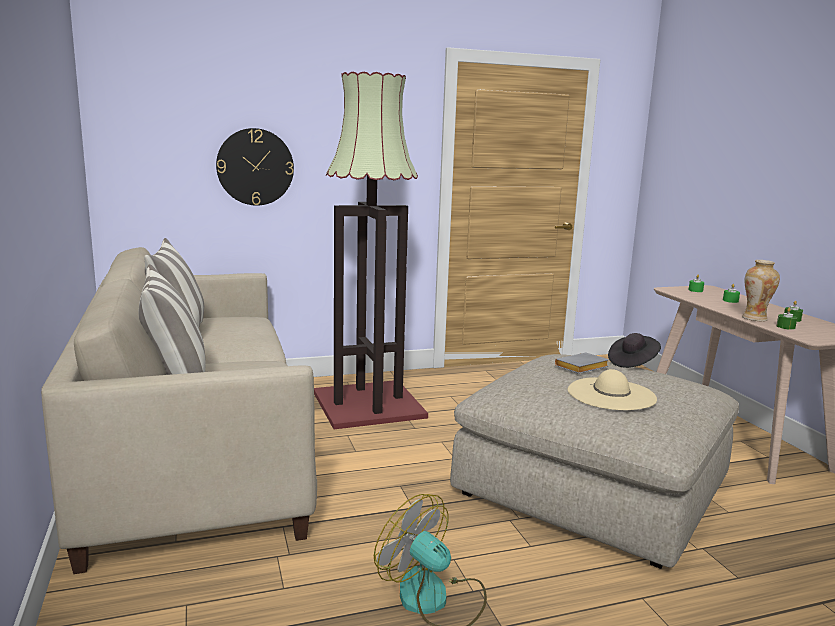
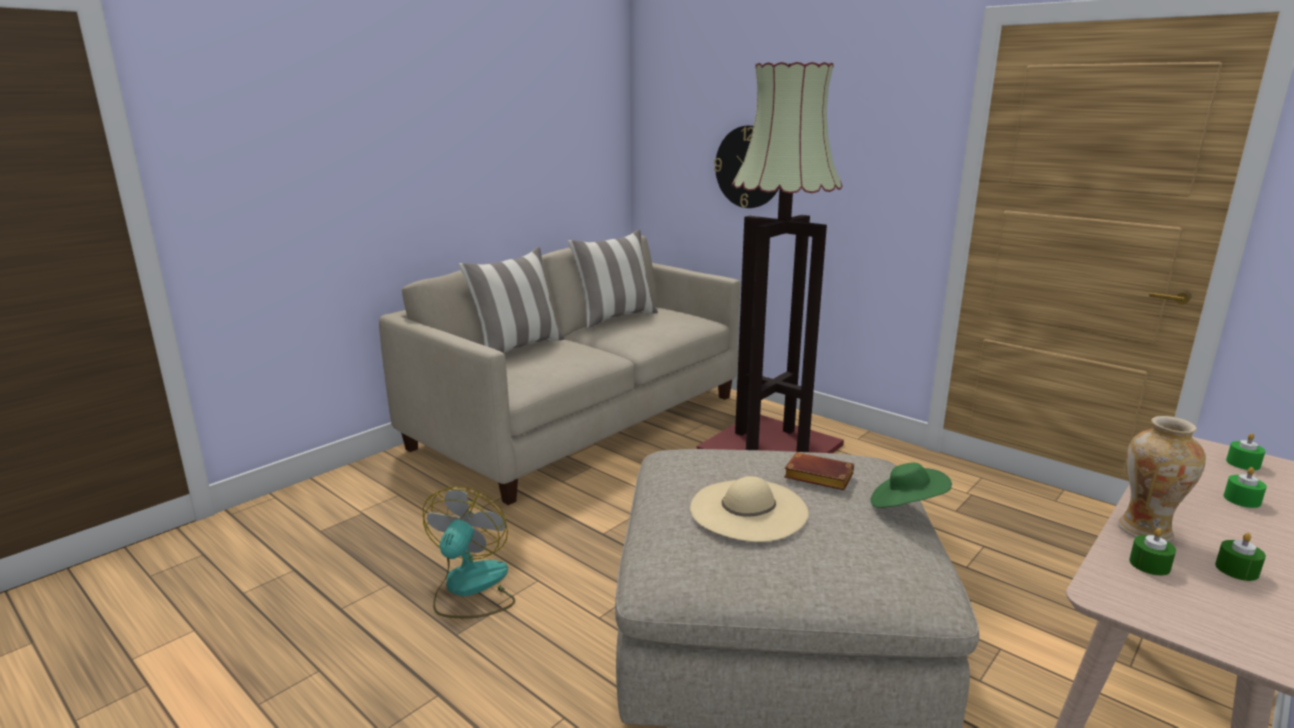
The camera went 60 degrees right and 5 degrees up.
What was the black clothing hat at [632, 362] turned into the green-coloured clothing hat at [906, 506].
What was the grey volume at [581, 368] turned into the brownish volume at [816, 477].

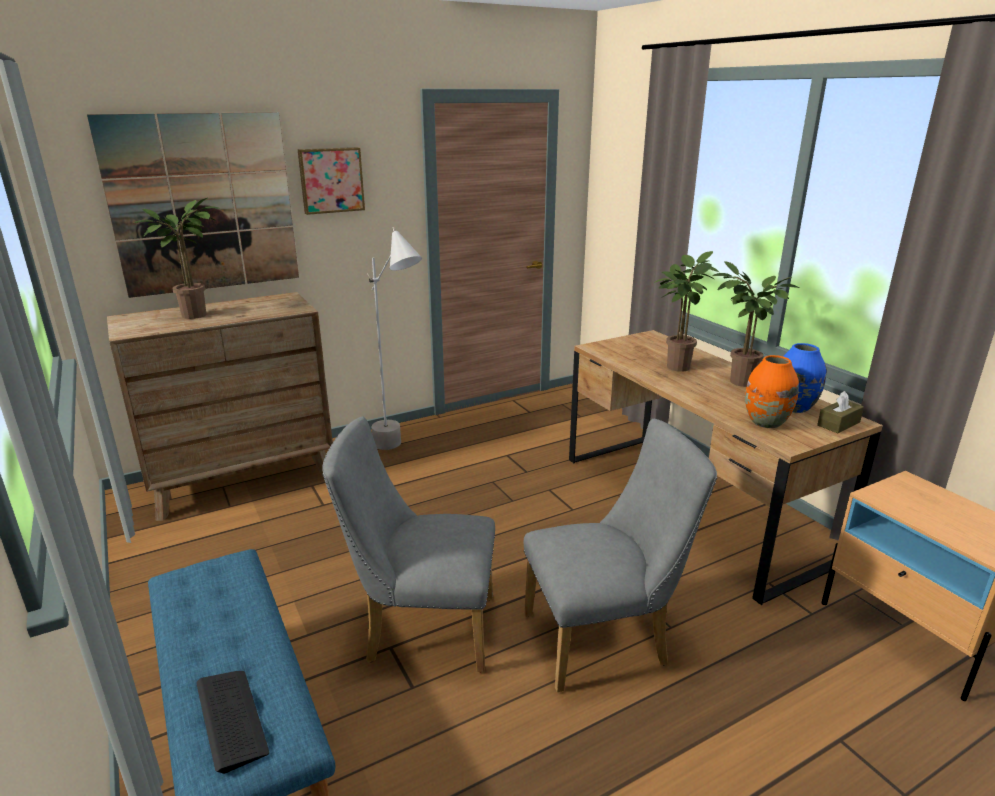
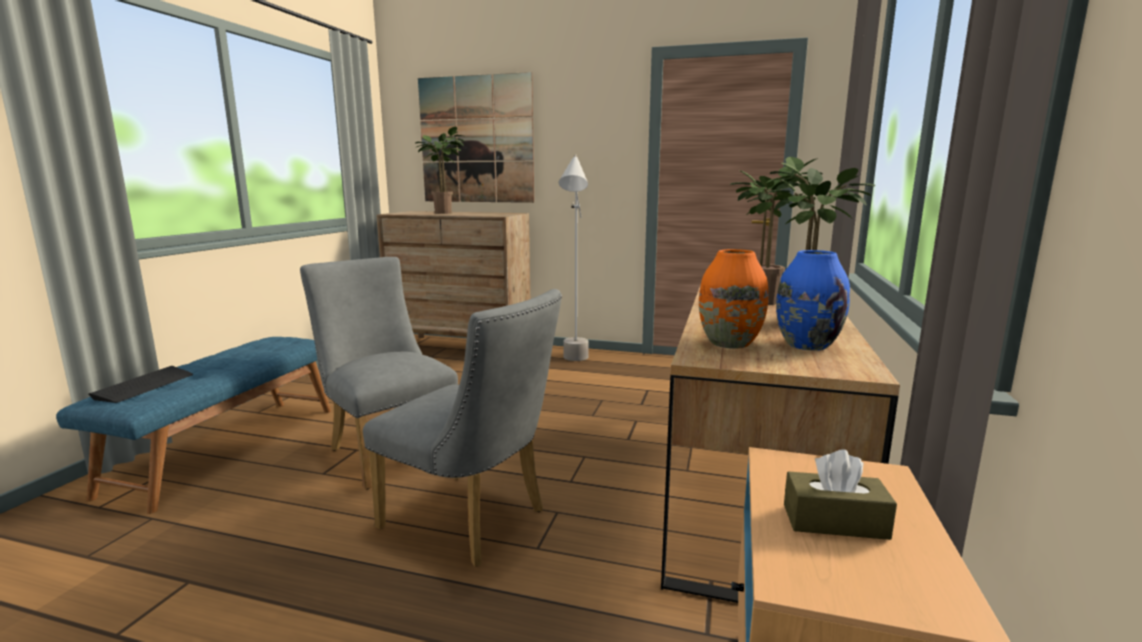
The camera went 45 degrees right and 10 degrees down.
The second view lost the picture at [331, 180].
The brownish tissue box ended up elsewhere, having gone from [838, 424] to [834, 521].

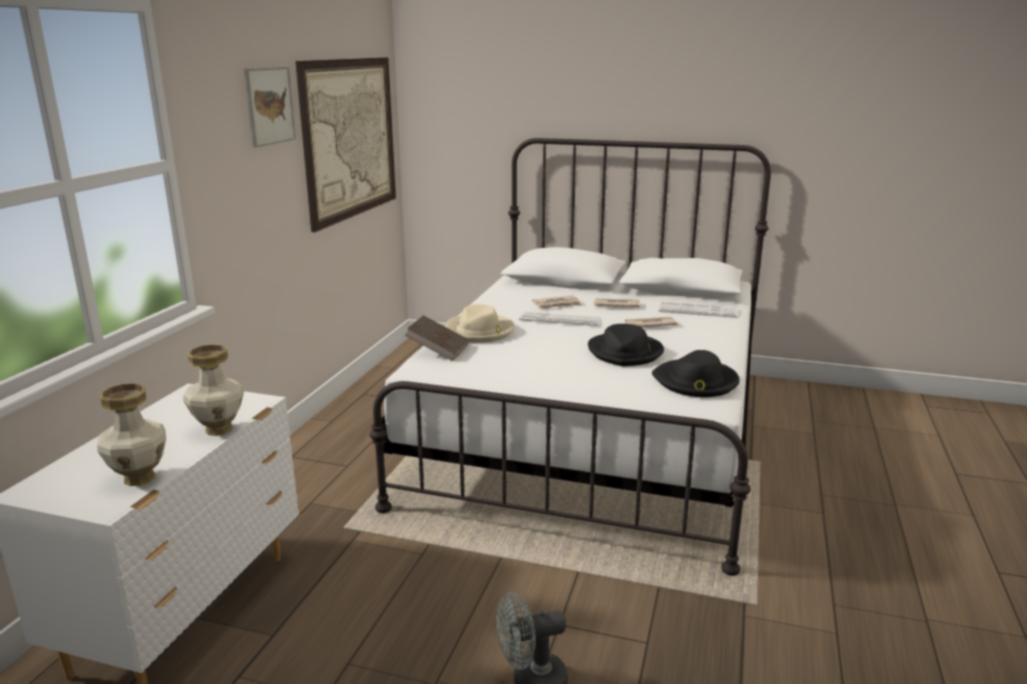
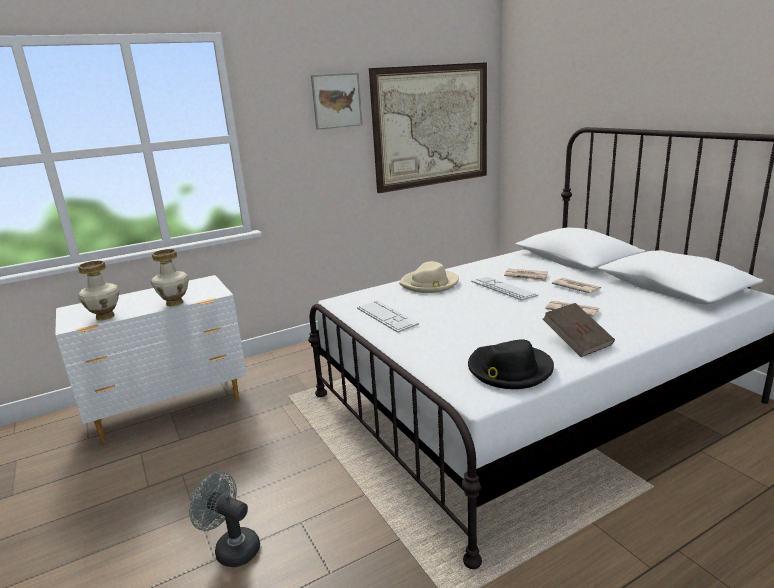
The camera went 45 degrees right and 0 degrees up.
The computer keyboard ended up elsewhere, having gone from [697, 311] to [386, 316].
The brownish volume ended up elsewhere, having gone from [438, 351] to [577, 342].
The second view lost the black clothing hat at [625, 352].

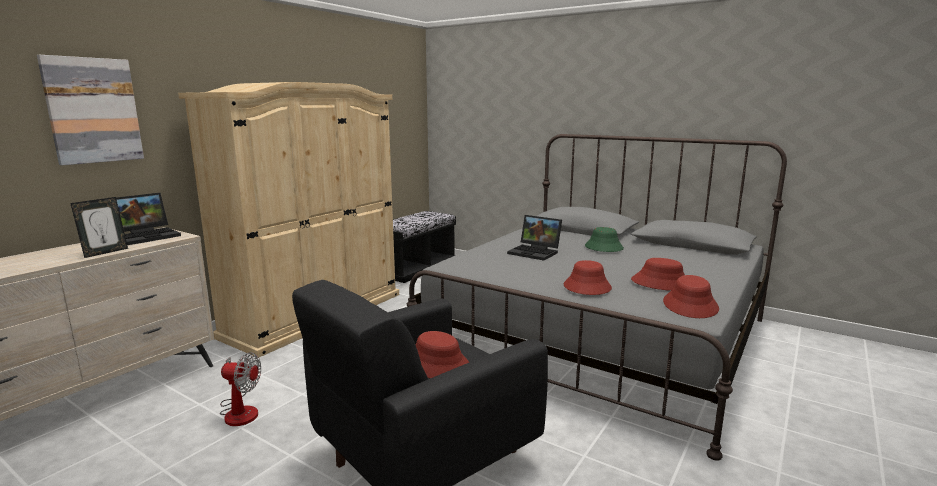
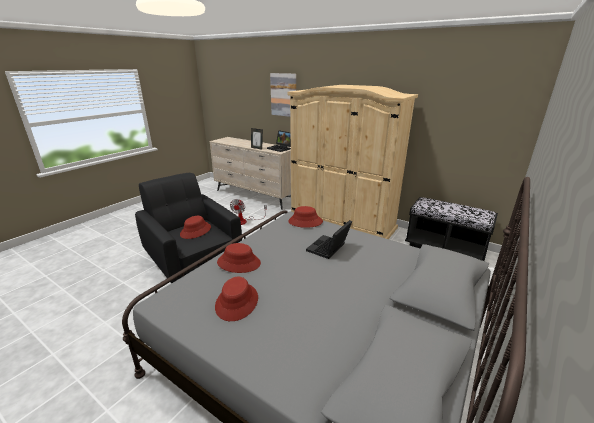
The camera went 90 degrees right and 10 degrees up.
The second view lost the green-coloured clothing hat at [603, 247].
The red-coloured clothing hat ended up elsewhere, having gone from [690, 305] to [305, 222].

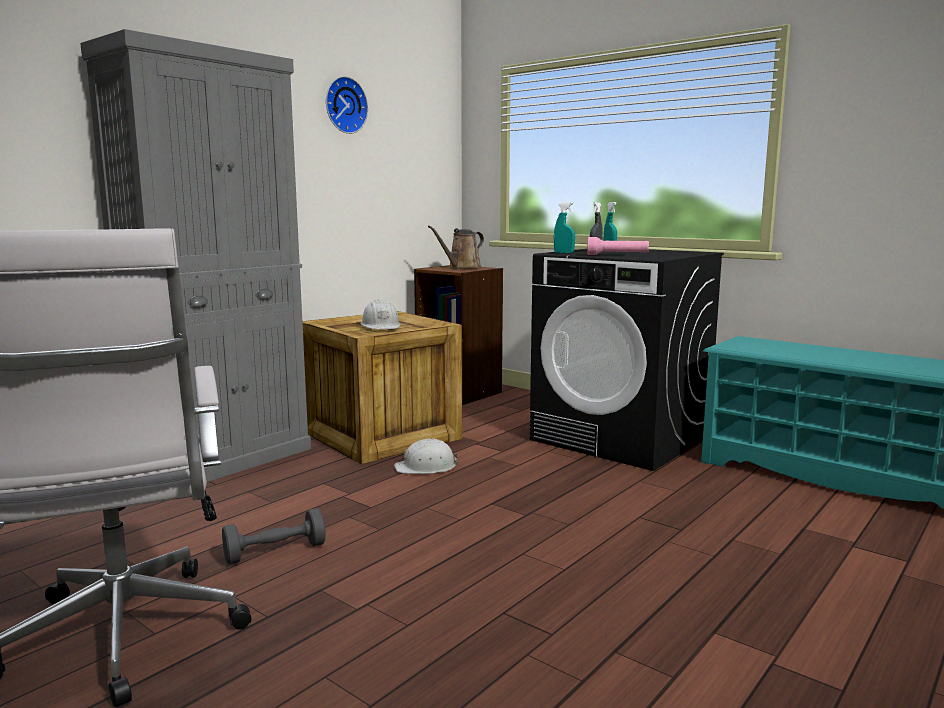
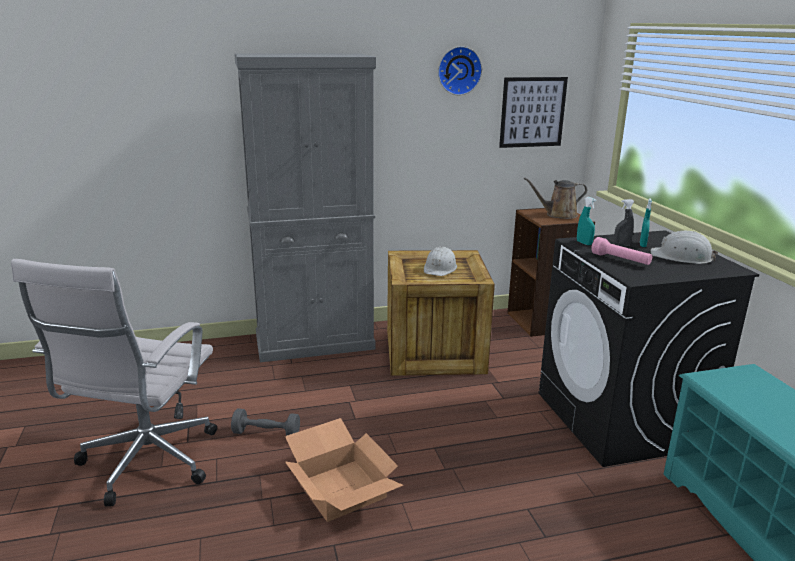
The camera went 35 degrees right and 10 degrees up.
The whitish hard hat ended up elsewhere, having gone from [426, 467] to [681, 257].
The second view gained the picture at [532, 112].
The second view gained the cardboard box at [340, 489].

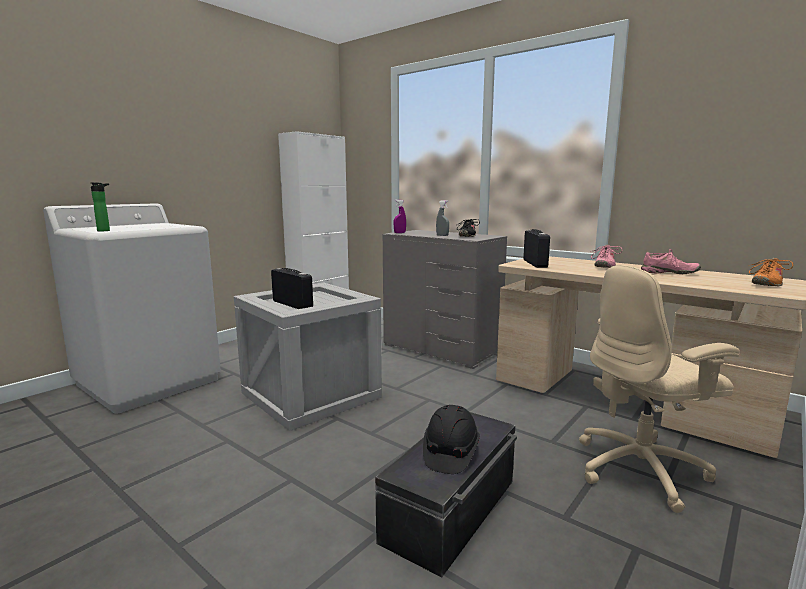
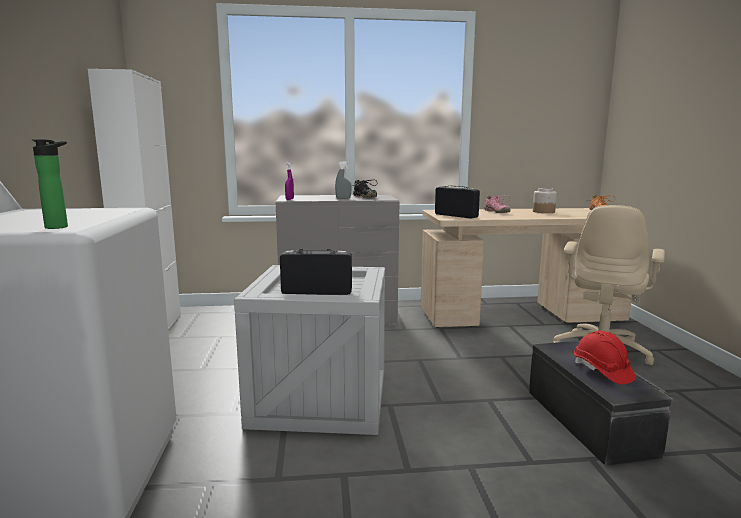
The camera went 45 degrees left and 0 degrees up.
Where the pink-coloured shoe stood at [669, 273], the storage jar came to stand at [543, 212].
What was the black hard hat at [450, 453] turned into the red-coloured hard hat at [602, 371].

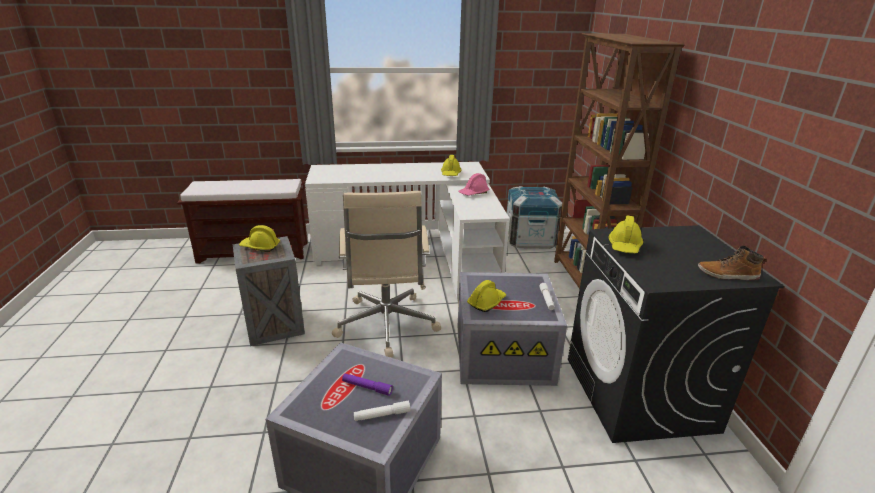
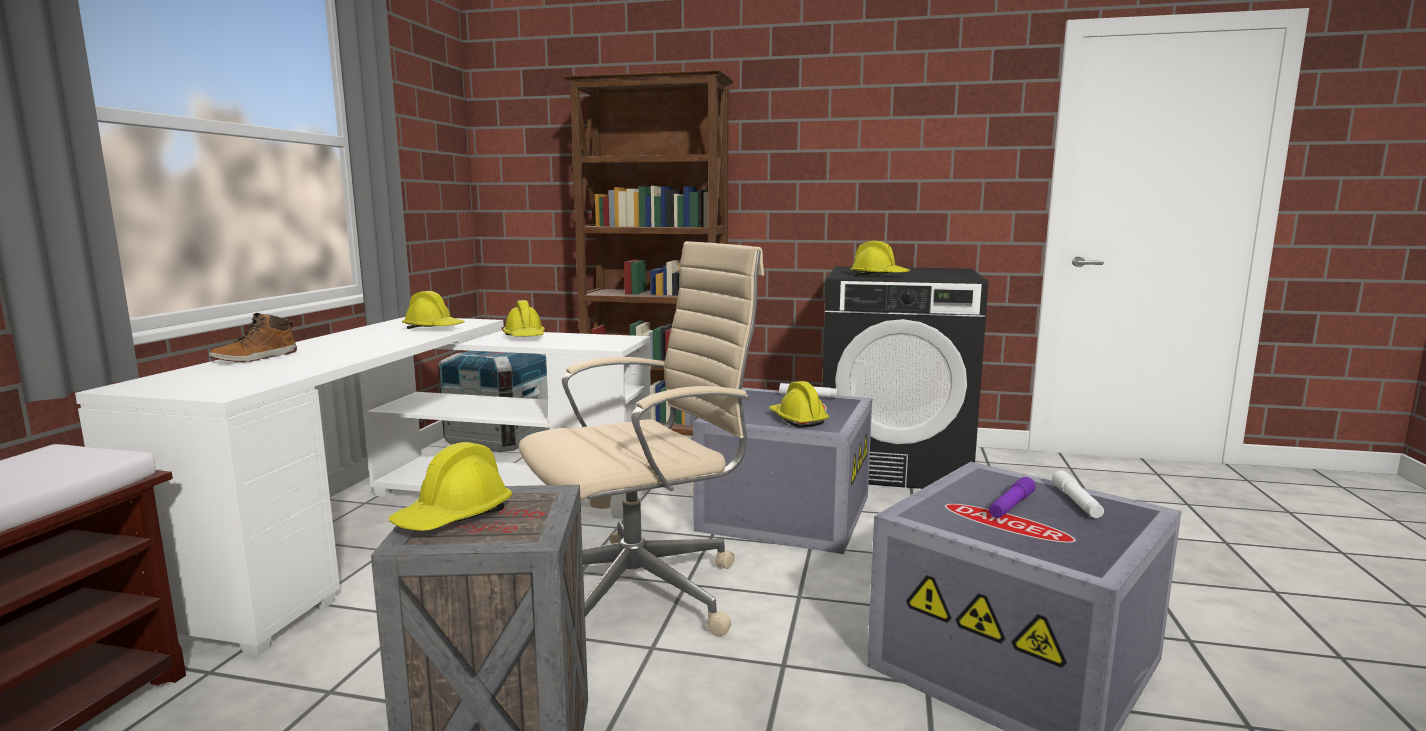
The camera went 70 degrees left and 15 degrees down.
What was the pink-coloured hard hat at [473, 193] turned into the yellowish hard hat at [525, 337].
The sand-coloured office chair at [386, 326] ended up facing another way, 45 degrees counterclockwise from before.
The high-top boot ended up elsewhere, having gone from [727, 275] to [256, 358].

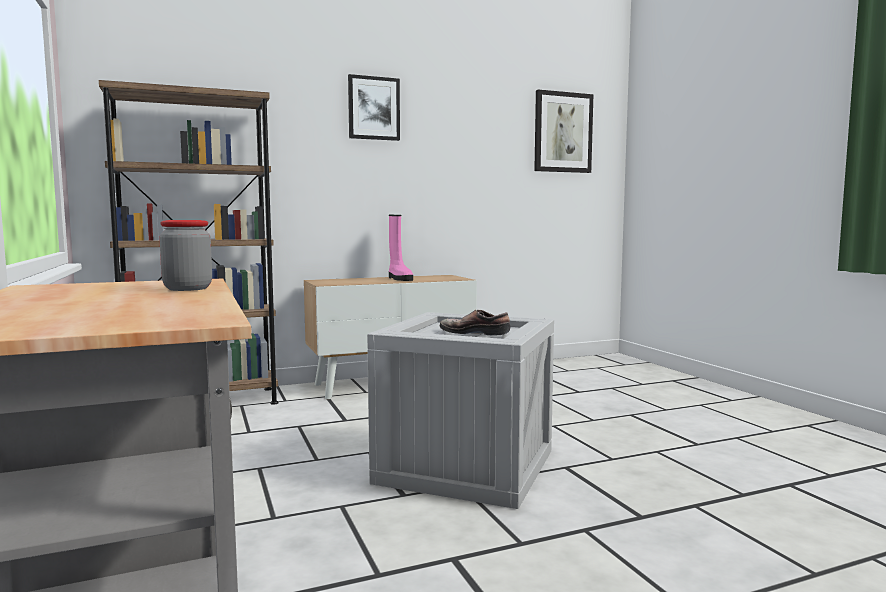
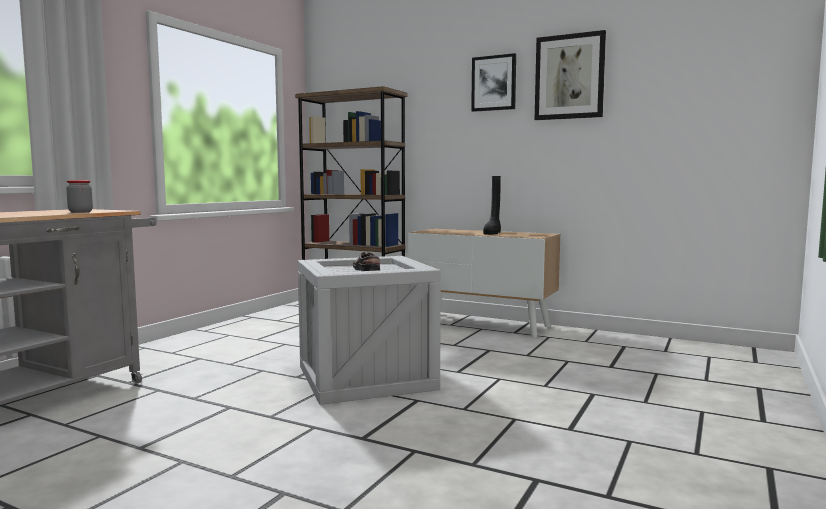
The camera went 50 degrees right and 0 degrees up.
The picture ended up elsewhere, having gone from [562, 132] to [569, 77].
What was the pink-coloured high-top boot at [399, 279] turned into the black high-top boot at [492, 233].

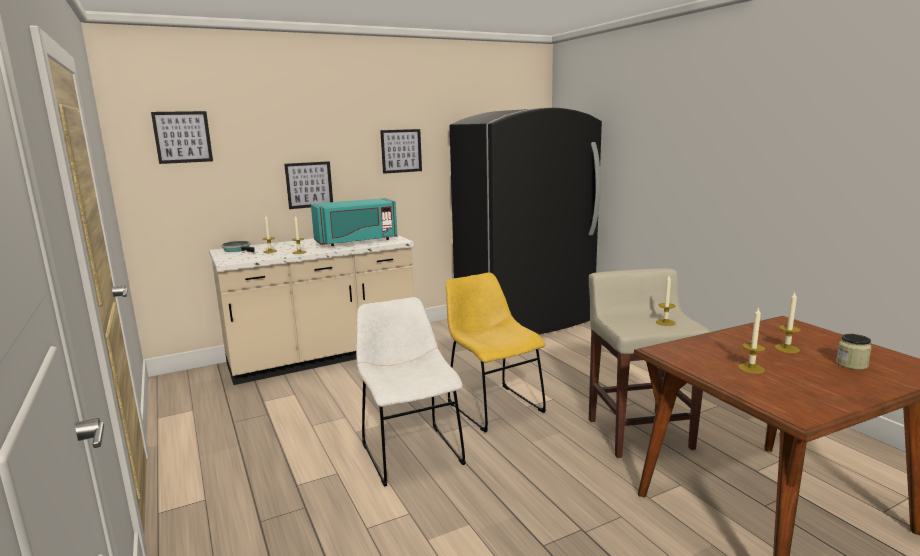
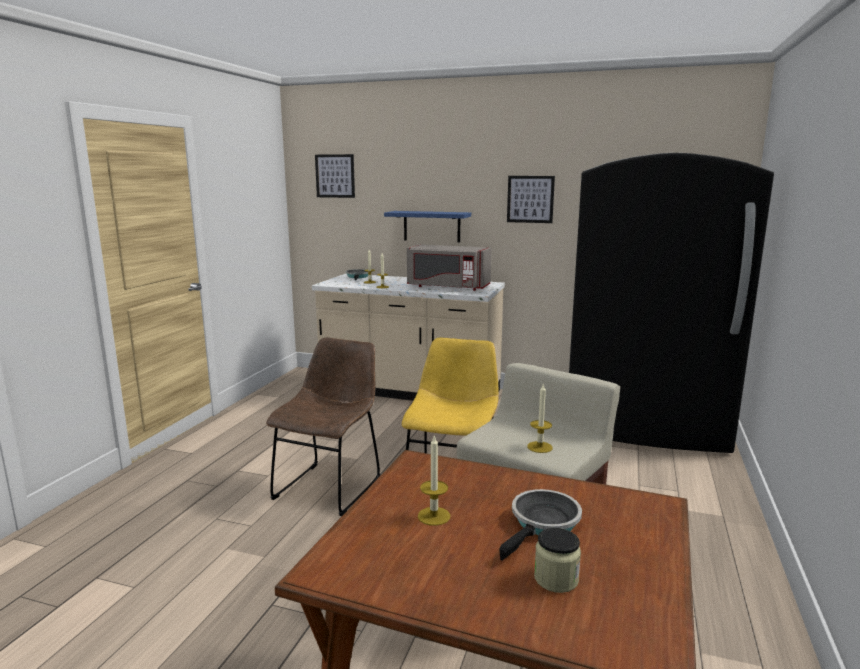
The camera went 45 degrees right and 0 degrees up.
Where the picture hung at [309, 185], the blue-coloured bracket shelf came to hang at [431, 226].
What was the blue-green microwave oven at [357, 241] turned into the grey microwave oven at [447, 287].
Where the wax light stood at [787, 348], the skillet came to stand at [543, 524].
What was the whitish upright chair at [410, 451] turned into the brownish upright chair at [330, 486].

